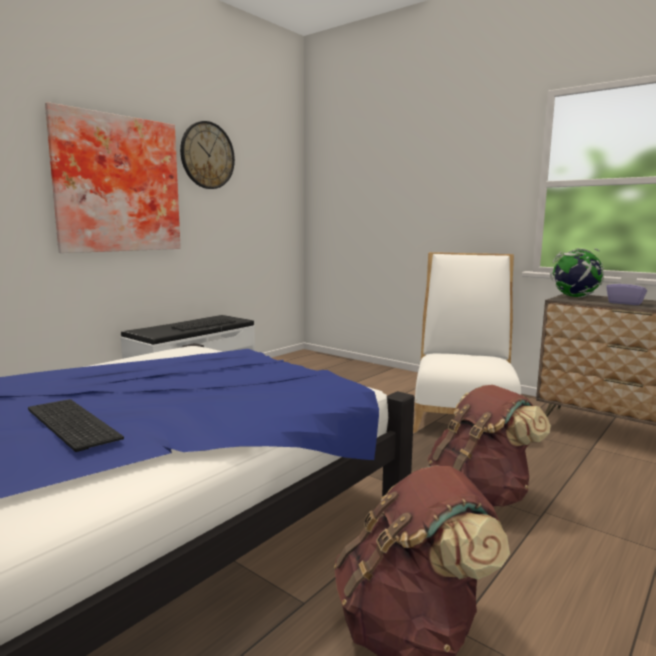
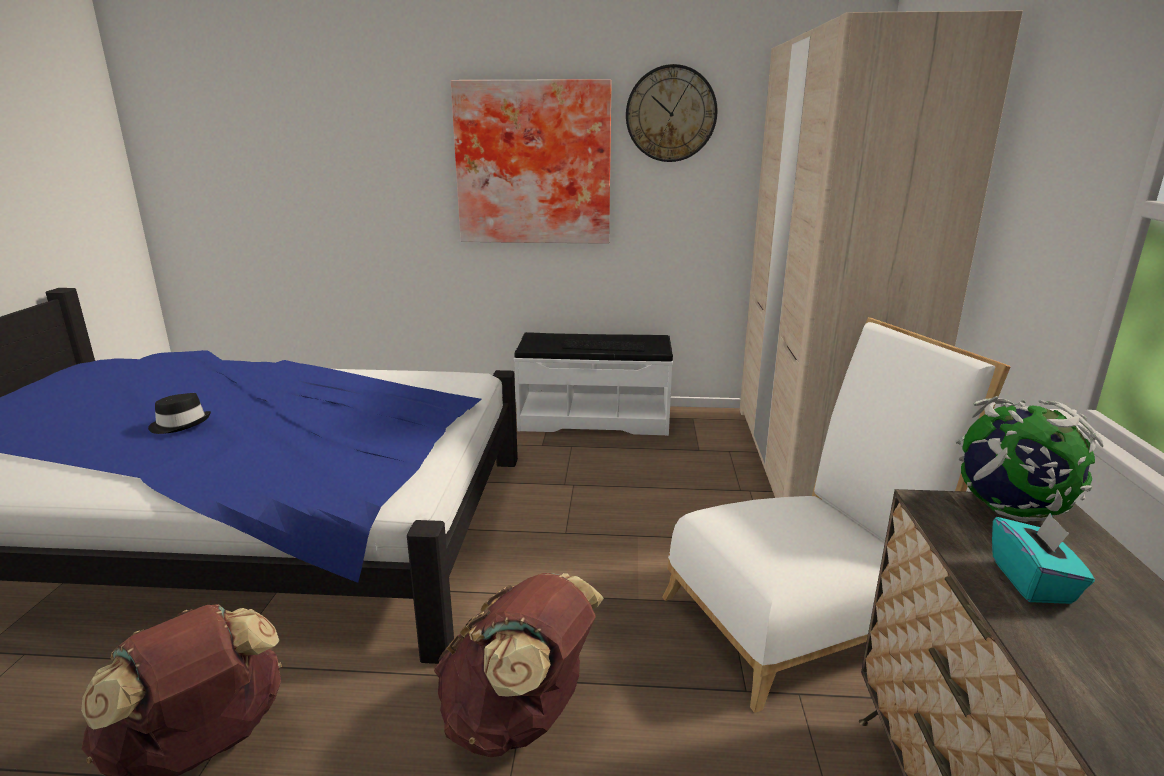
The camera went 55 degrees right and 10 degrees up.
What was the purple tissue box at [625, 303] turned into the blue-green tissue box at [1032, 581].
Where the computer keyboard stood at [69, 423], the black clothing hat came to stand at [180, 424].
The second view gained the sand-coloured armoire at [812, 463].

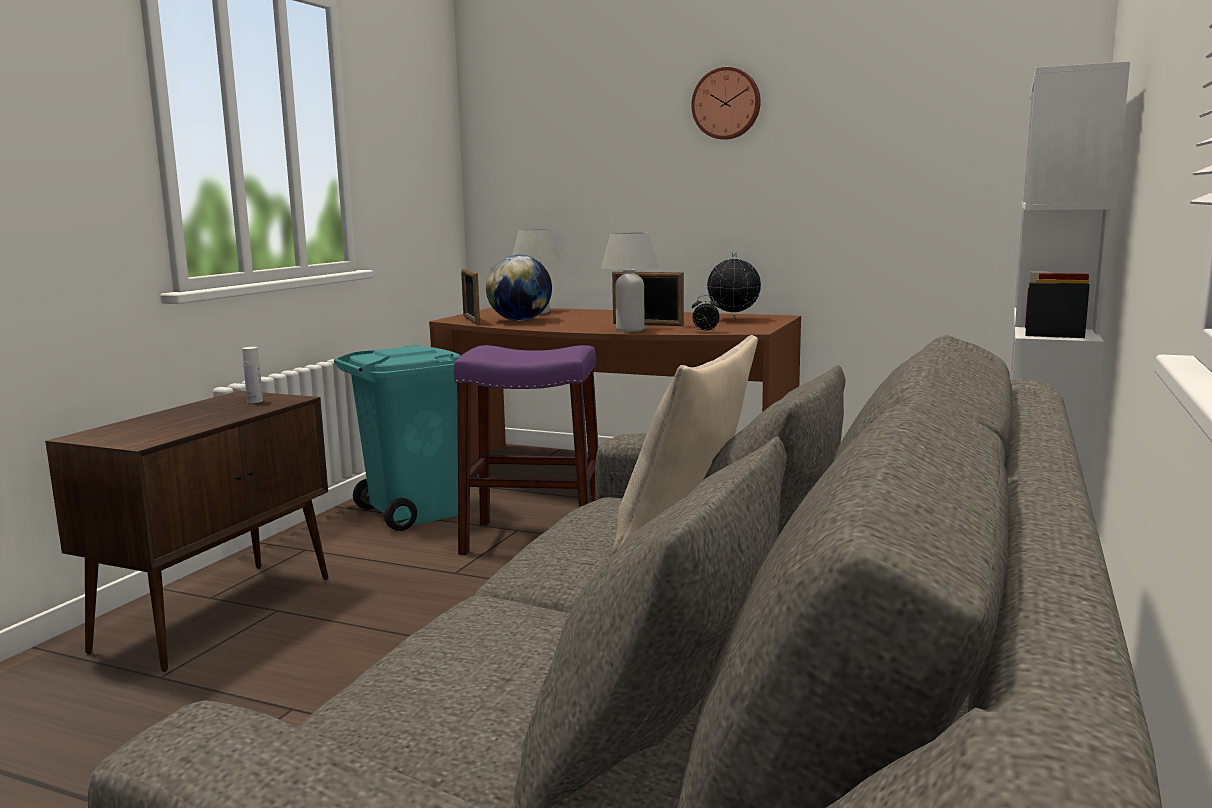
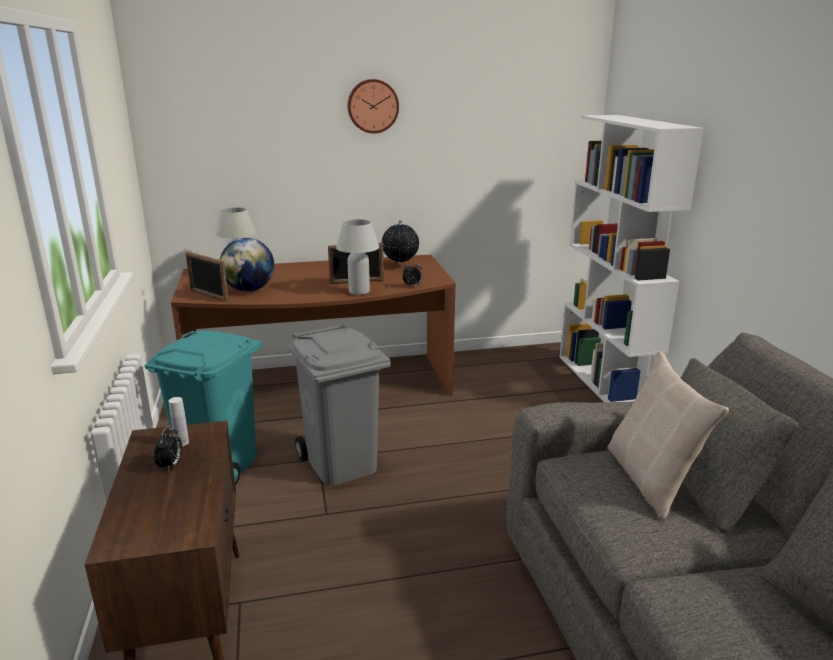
The camera went 35 degrees left and 10 degrees up.
Where the purple stool stood at [533, 539], the grey rubbish bin came to stand at [340, 464].
The second view gained the bedside clock at [171, 465].

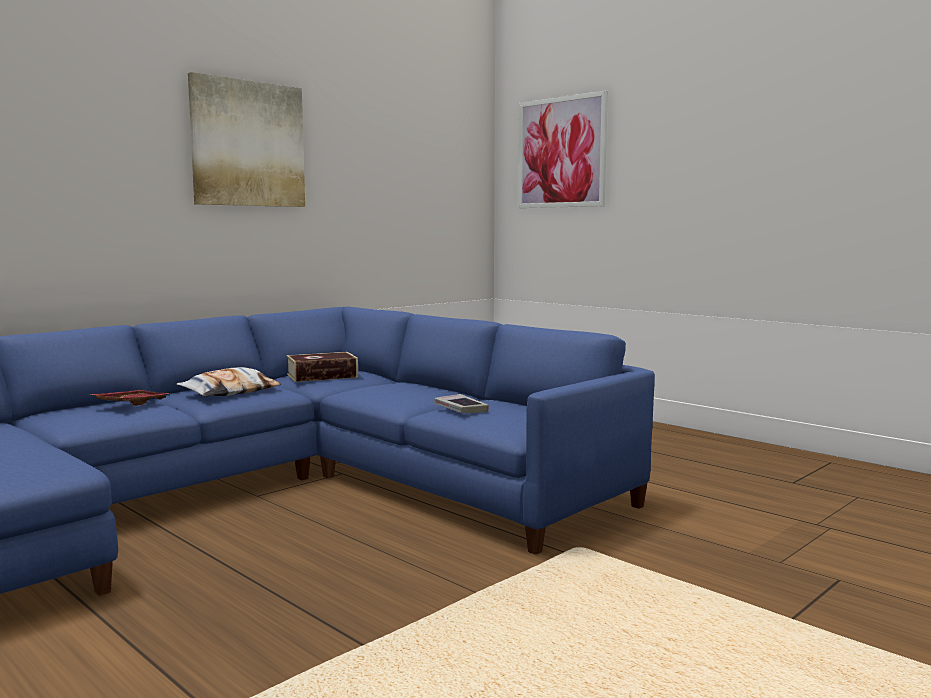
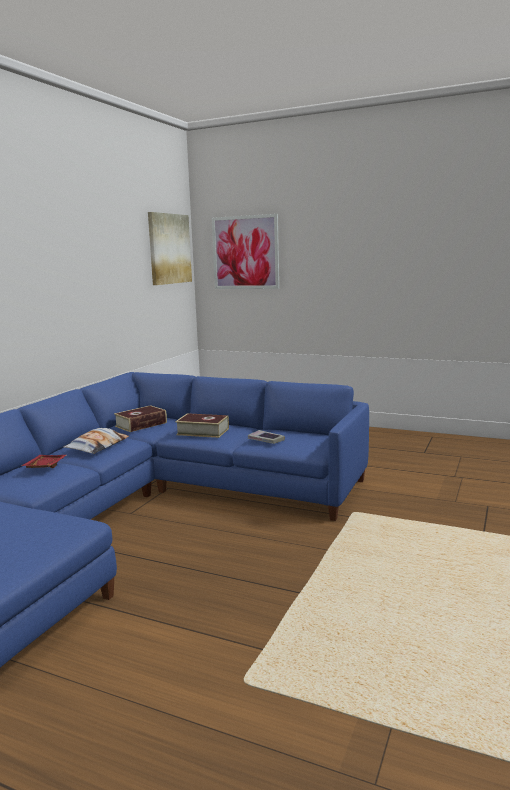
The camera went 20 degrees left and 5 degrees up.
The picture ended up elsewhere, having gone from [248, 144] to [169, 249].
The second view gained the volume at [203, 431].

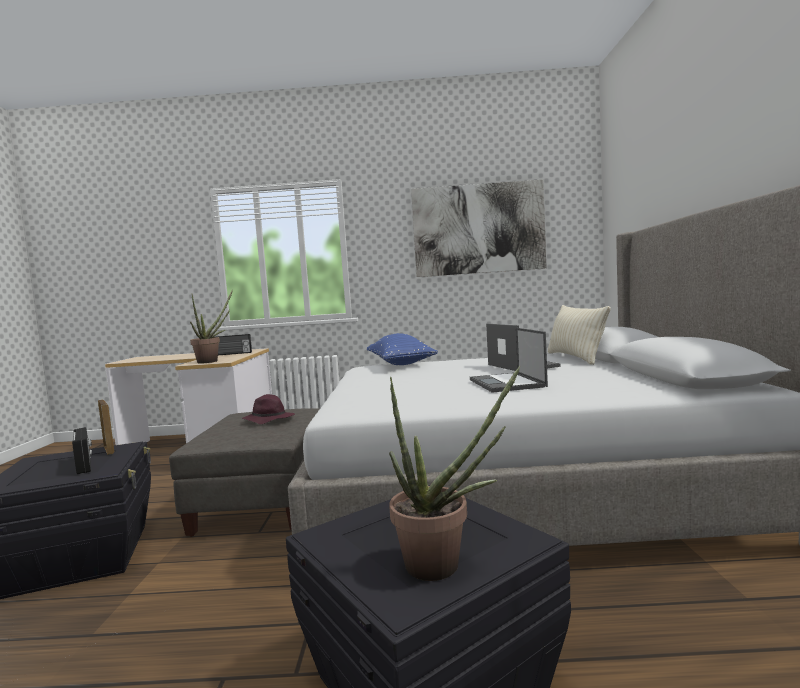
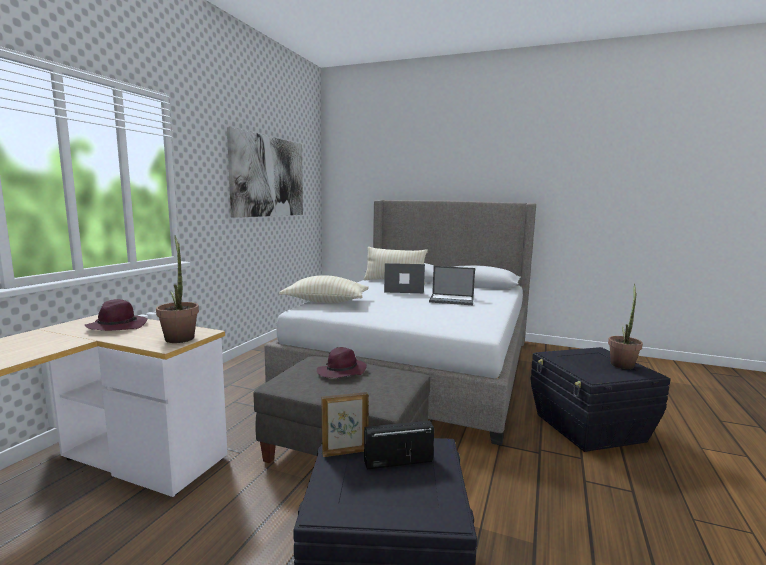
The camera went 70 degrees left and 5 degrees up.
What was the blue-coloured cushion at [400, 364] turned into the sand-coloured cushion at [326, 302].
Where the radio stood at [234, 353], the purple clothing hat came to stand at [117, 326].

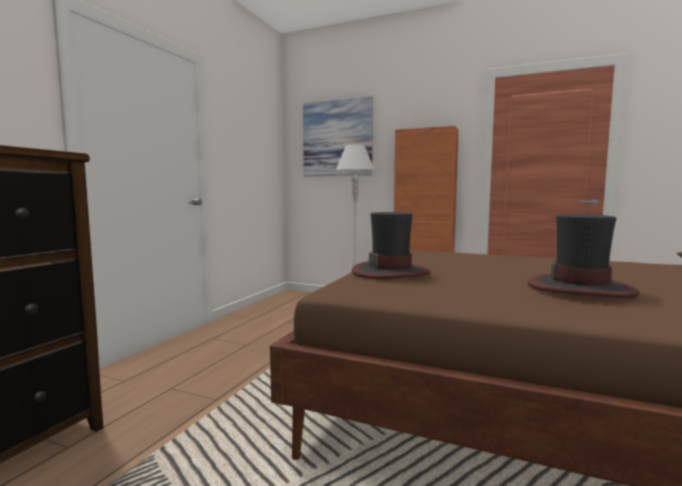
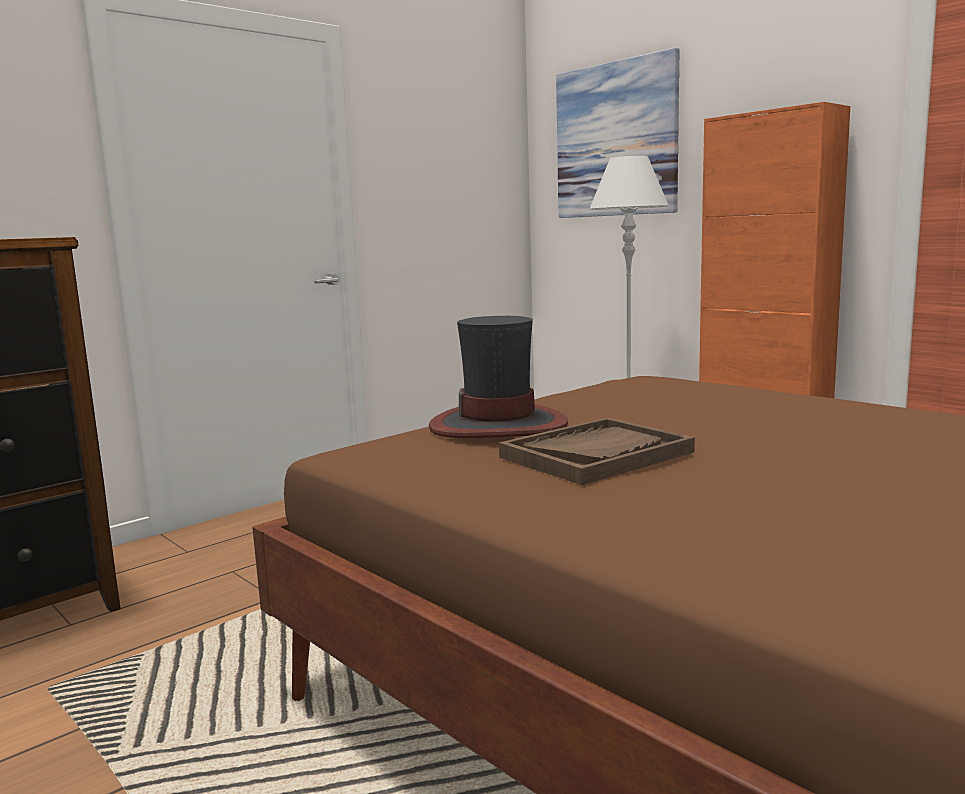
The camera went 25 degrees right and 5 degrees up.
The second view lost the clothing hat at [580, 288].
The second view gained the brownish carrying tray at [596, 454].

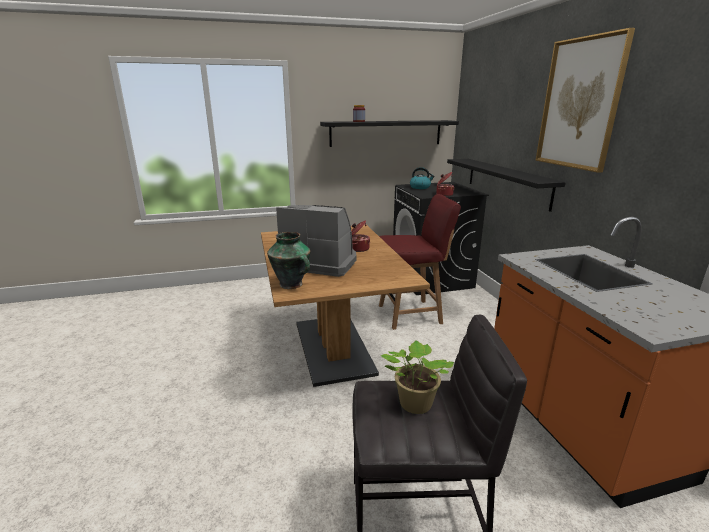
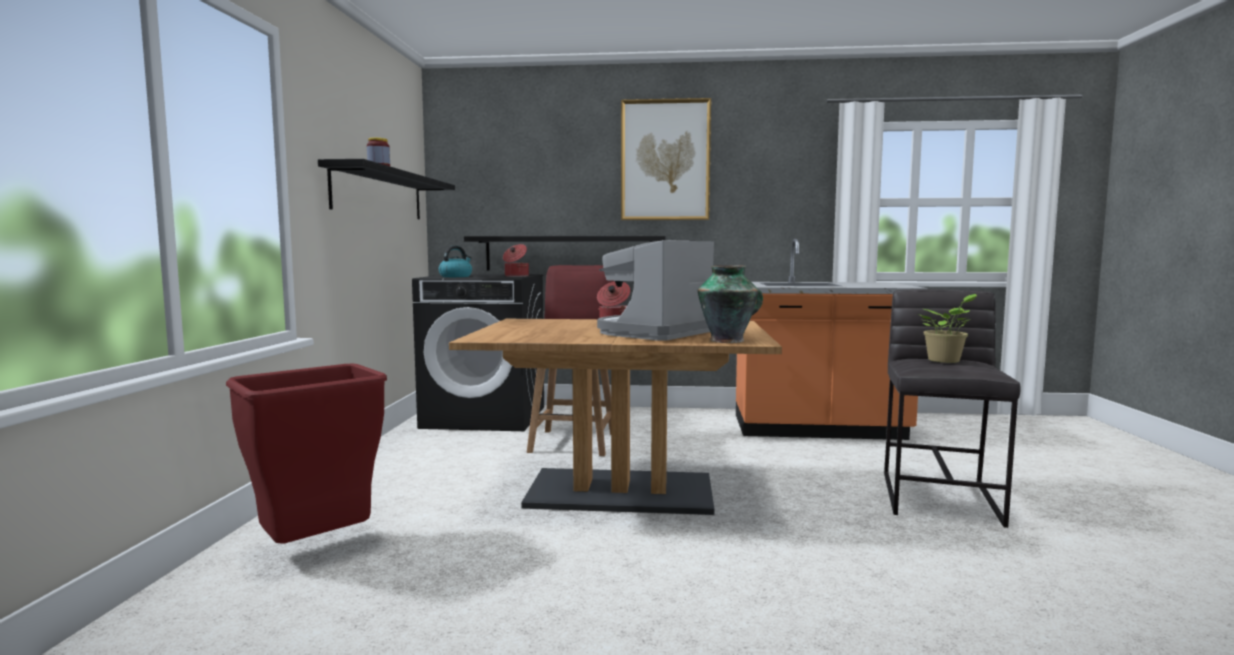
The camera went 70 degrees left and 15 degrees down.
The second view gained the red-coloured rubbish bin at [319, 549].

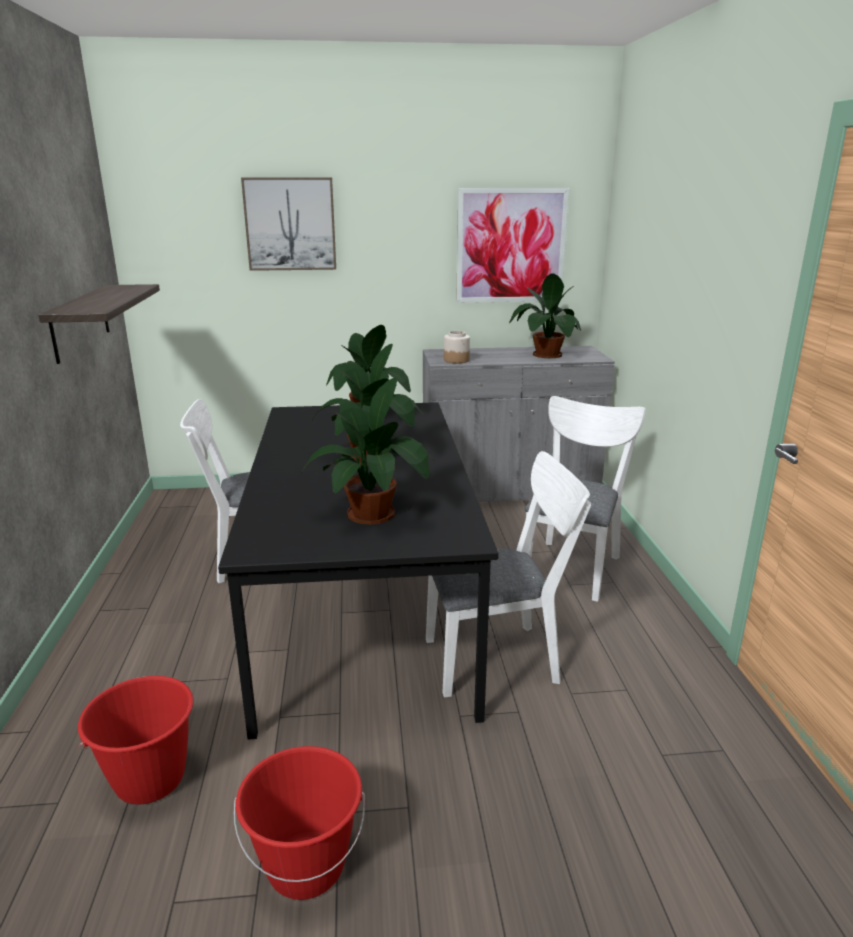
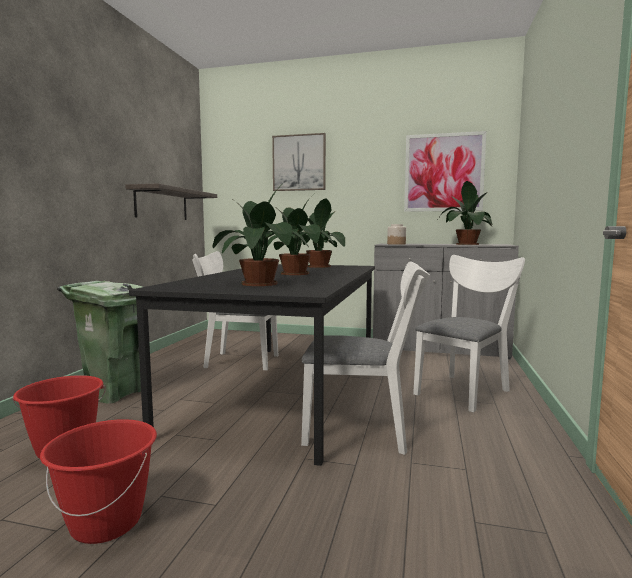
The camera went 20 degrees right and 15 degrees down.
The second view gained the green-coloured rubbish bin at [114, 393].

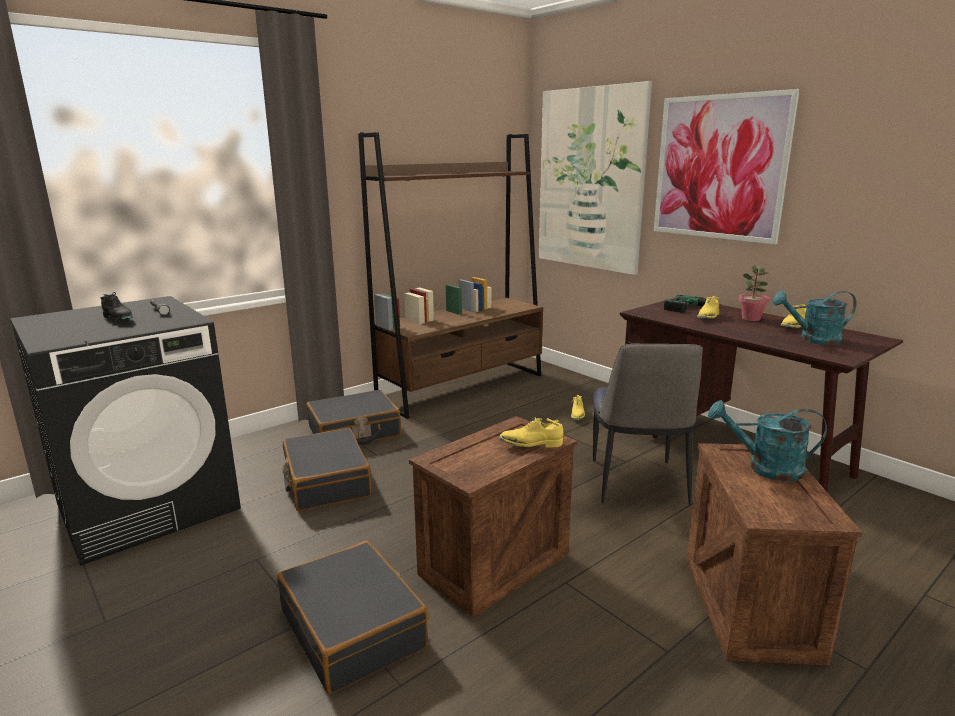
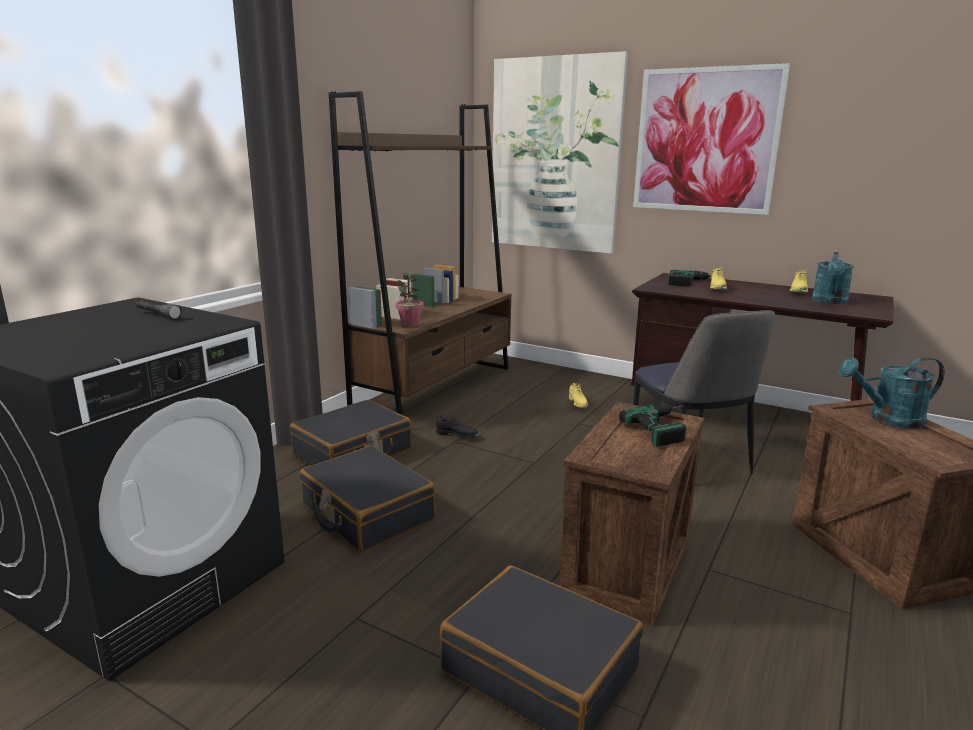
The camera went 20 degrees left and 0 degrees up.
The houseplant ended up elsewhere, having gone from [751, 318] to [410, 325].
The blue-green watering pot at [813, 340] ended up facing another way, 45 degrees counterclockwise from before.
The black shoe ended up elsewhere, having gone from [119, 319] to [457, 435].
Where the yellowish shoe stood at [531, 444], the power drill came to stand at [667, 427].

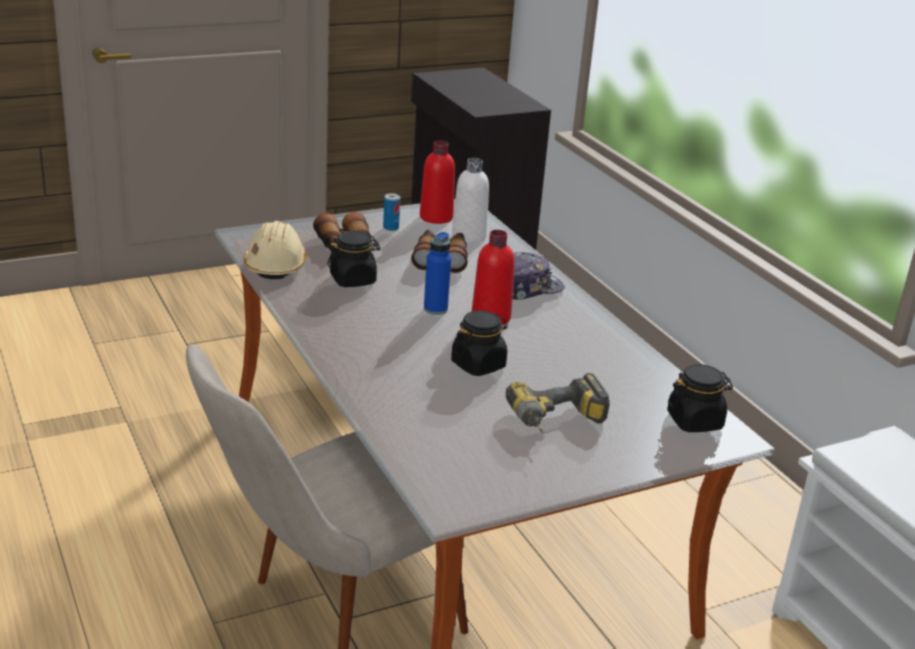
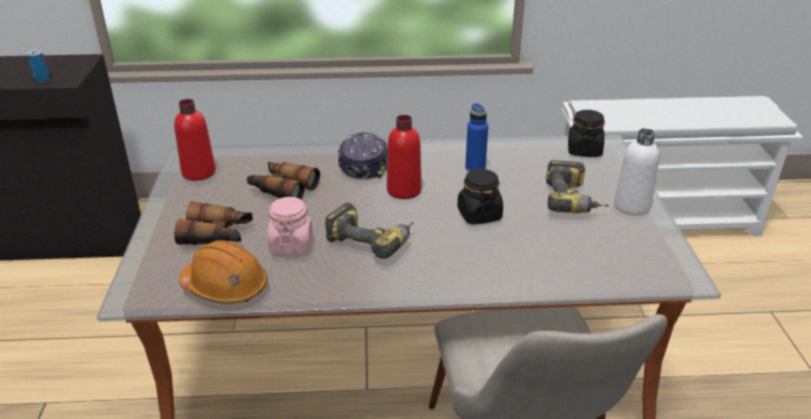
The camera went 65 degrees left and 5 degrees up.
The whitish beverage bottle ended up elsewhere, having gone from [469, 236] to [631, 206].
The sealed can ended up elsewhere, having gone from [391, 228] to [42, 80].
What was the sand-coloured hard hat at [276, 265] turned into the orangey hard hat at [225, 287].
What was the black storage jar at [353, 280] turned into the pink-coloured storage jar at [291, 245].
The blue-coloured beverage bottle ended up elsewhere, having gone from [435, 309] to [475, 168].
The second view gained the power drill at [373, 240].

